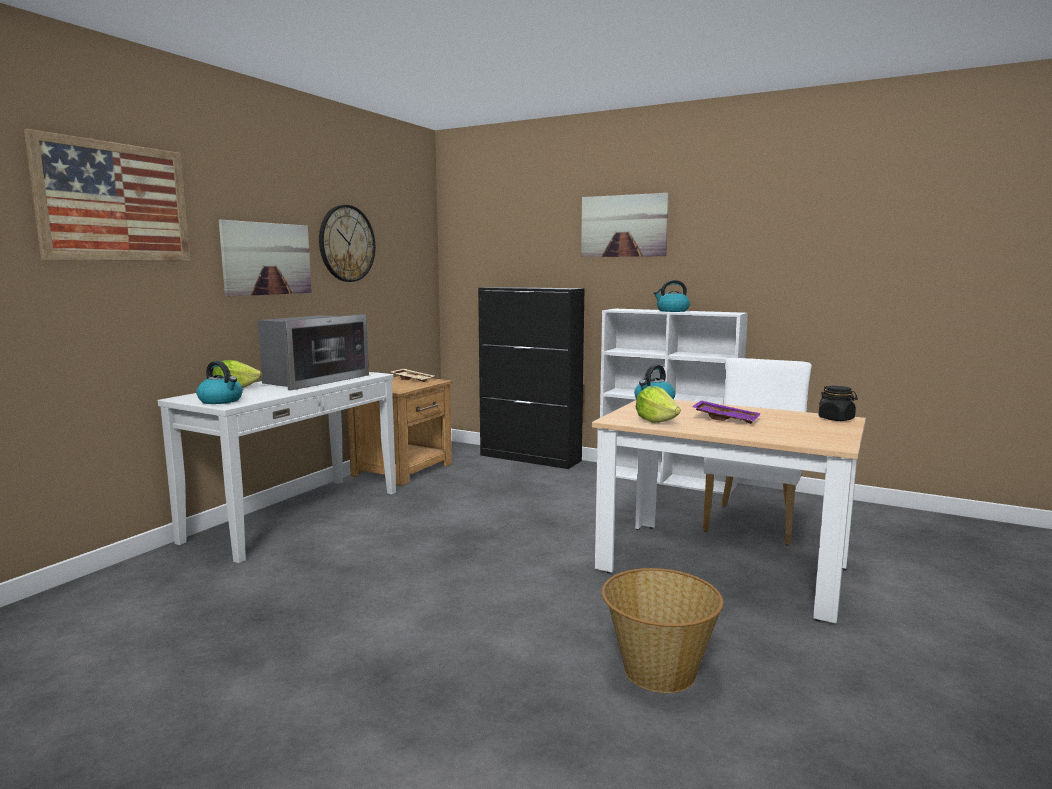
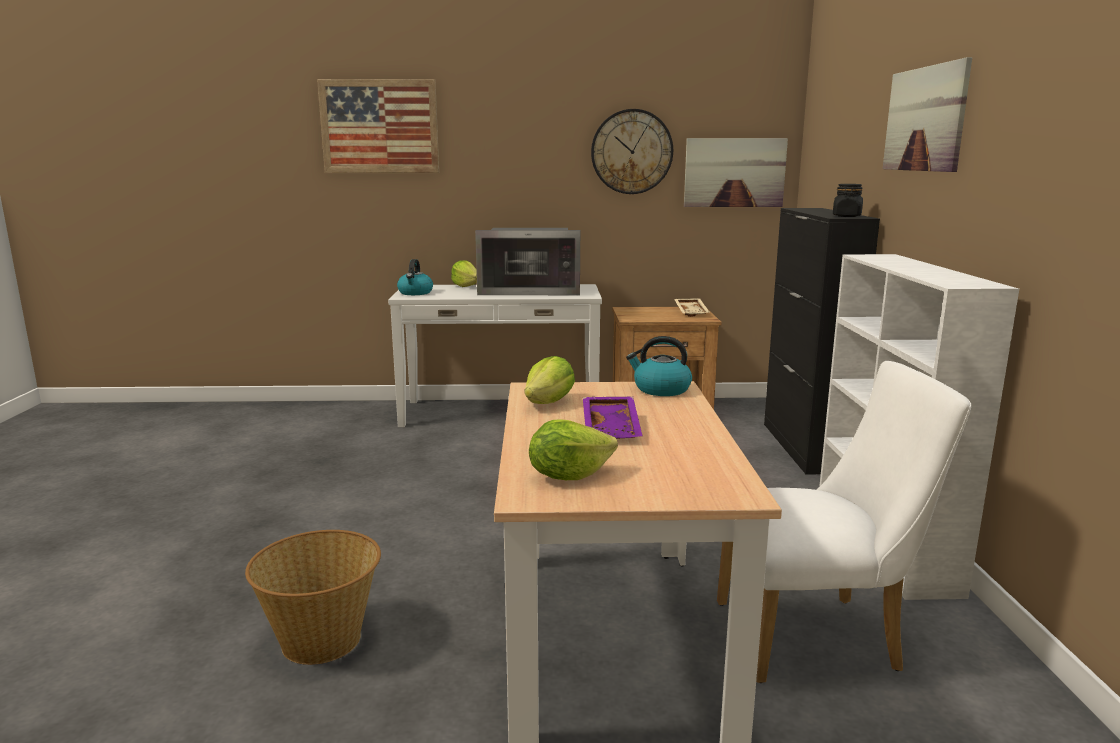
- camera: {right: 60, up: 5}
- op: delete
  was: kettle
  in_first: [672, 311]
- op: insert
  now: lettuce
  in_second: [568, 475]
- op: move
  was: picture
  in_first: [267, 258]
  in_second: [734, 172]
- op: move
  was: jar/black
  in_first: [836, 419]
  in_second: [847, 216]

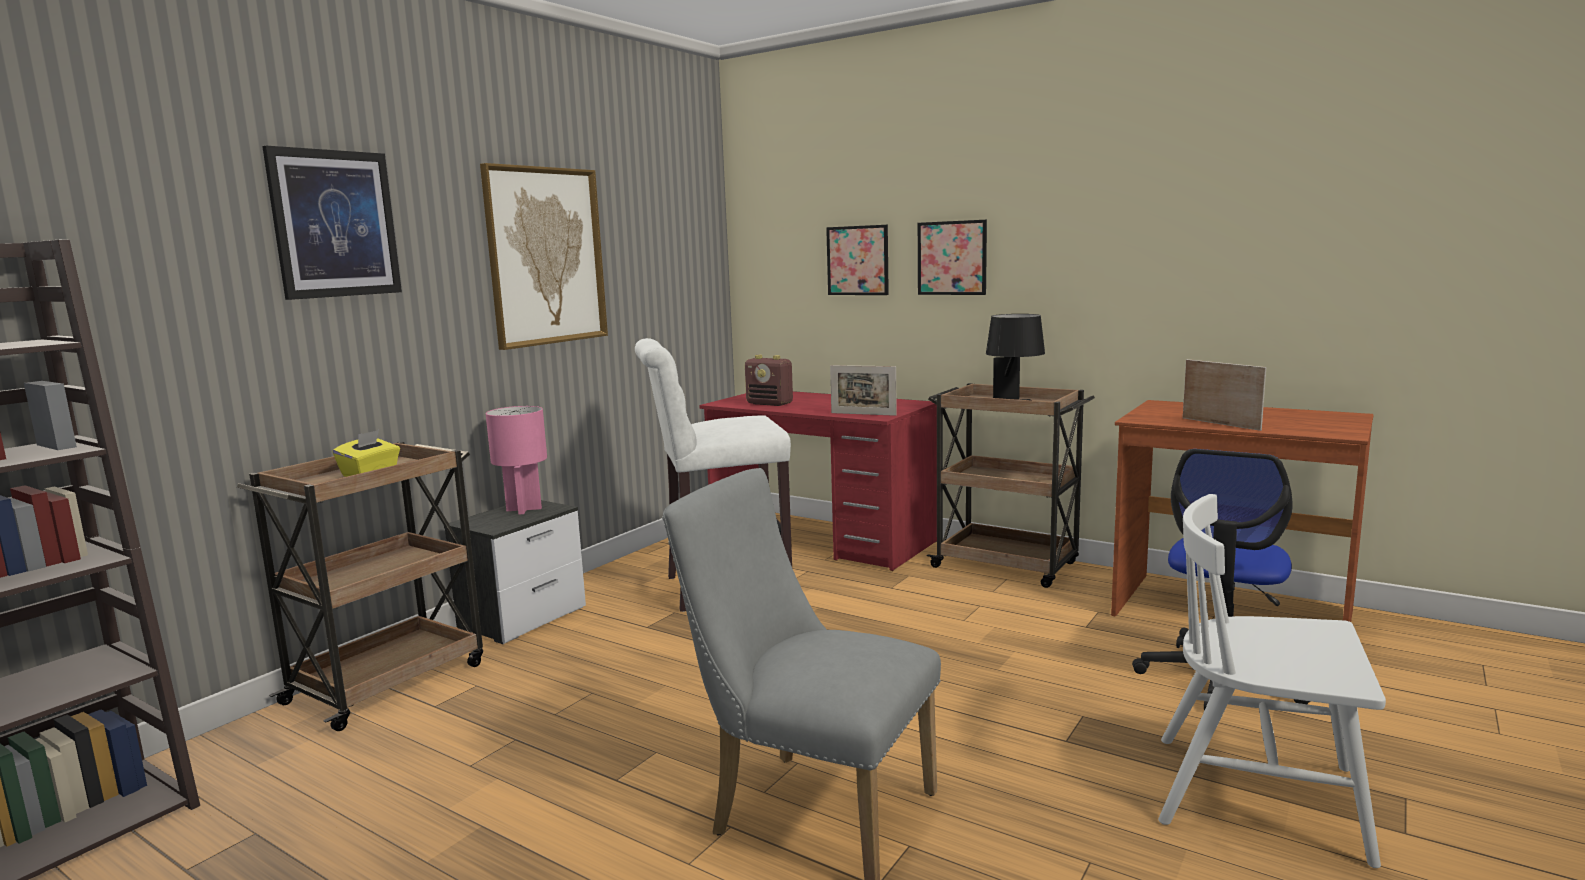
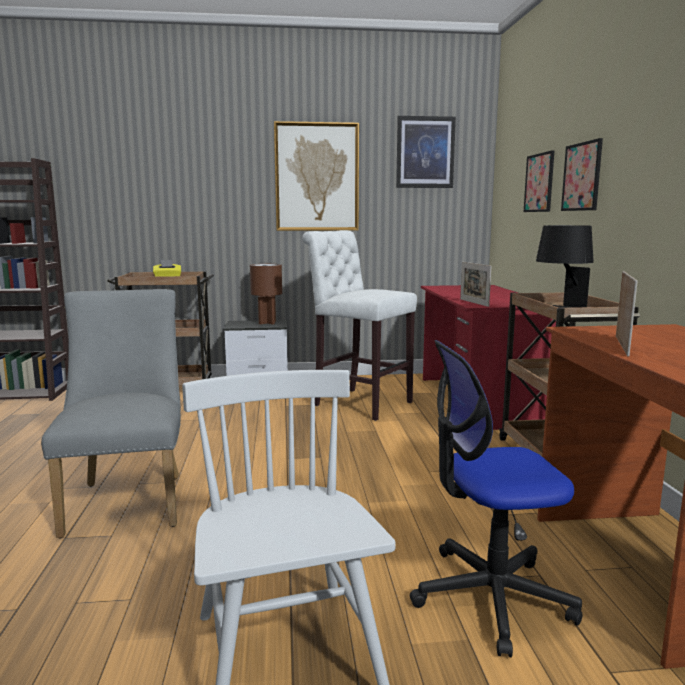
- camera: {right: 50, up: 0}
- op: delete
  was: radio
  in_first: [770, 404]
- op: move
  was: picture
  in_first: [335, 224]
  in_second: [425, 152]
- op: recolor
  was: table lamp/pink
  now: table lamp/brown
  in_first: [524, 509]
  in_second: [267, 323]

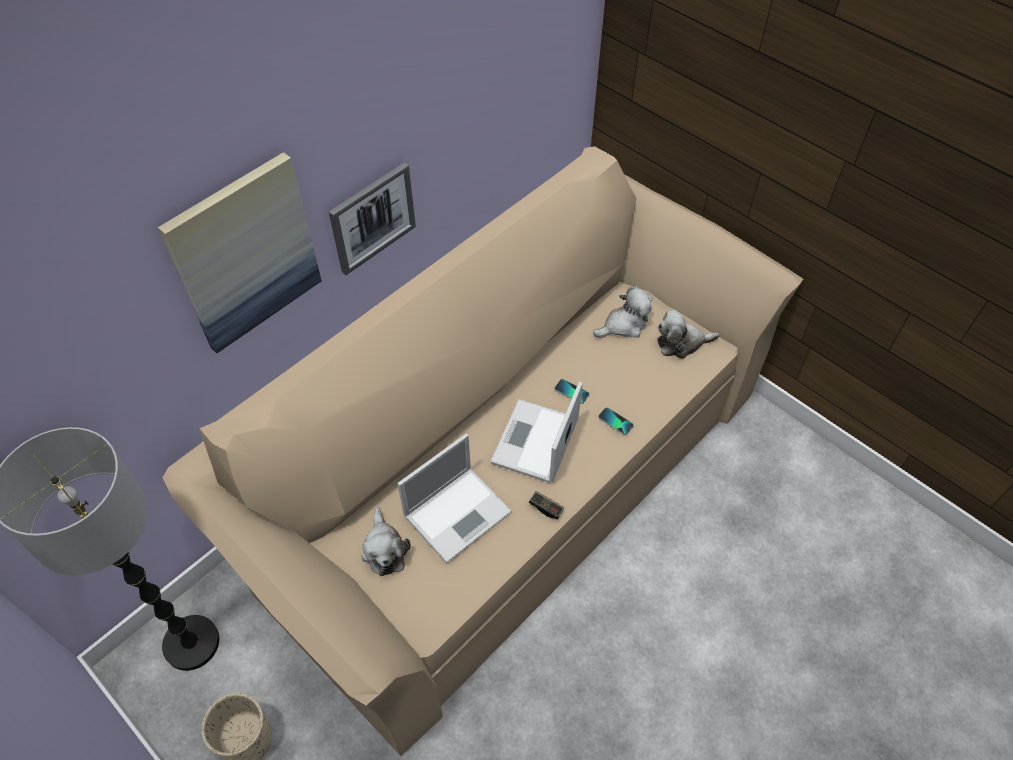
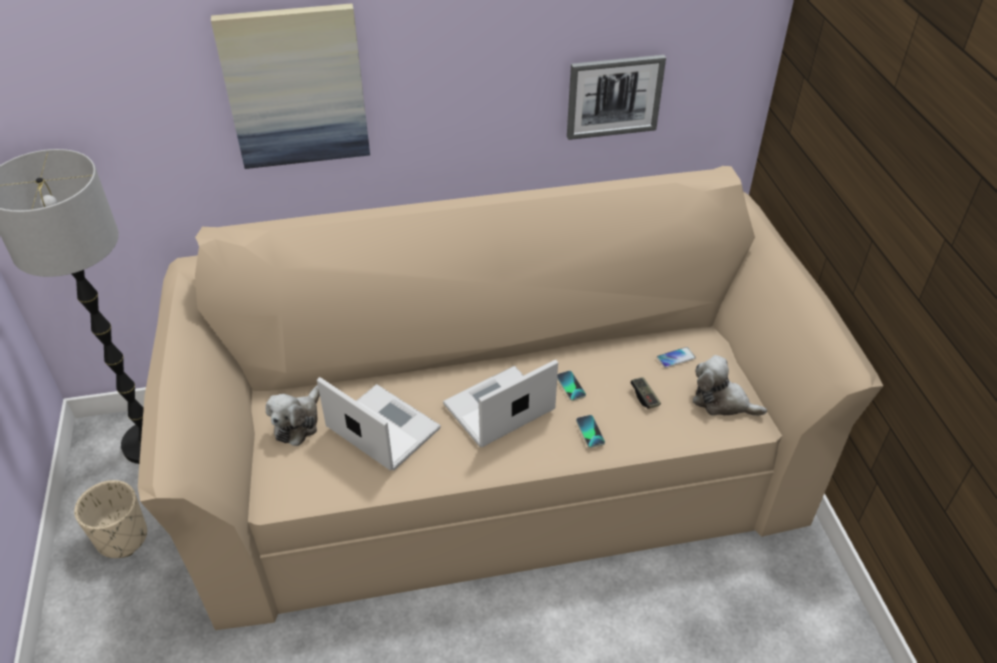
- camera: {right: 35, up: -10}
- op: move
  was: picture
  in_first: [372, 218]
  in_second: [614, 96]
- op: move
  was: game controller
  in_first: [546, 507]
  in_second: [644, 397]
- op: replace
  was: plush toy
  now: phone
  in_first: [624, 325]
  in_second: [676, 358]
- op: rotate
  was: laptop
  in_first: [459, 512]
  in_second: [381, 427]
  clockwise: -135

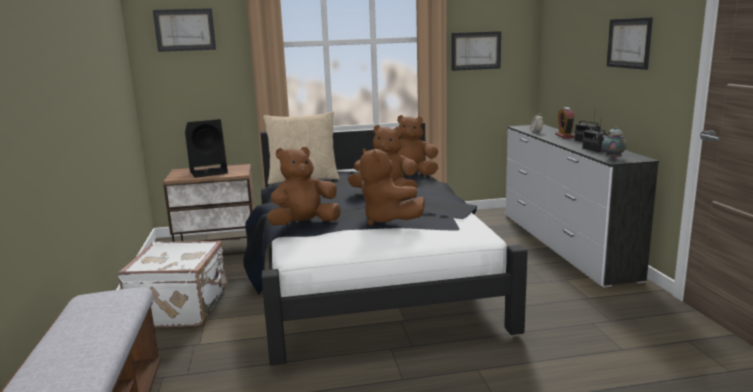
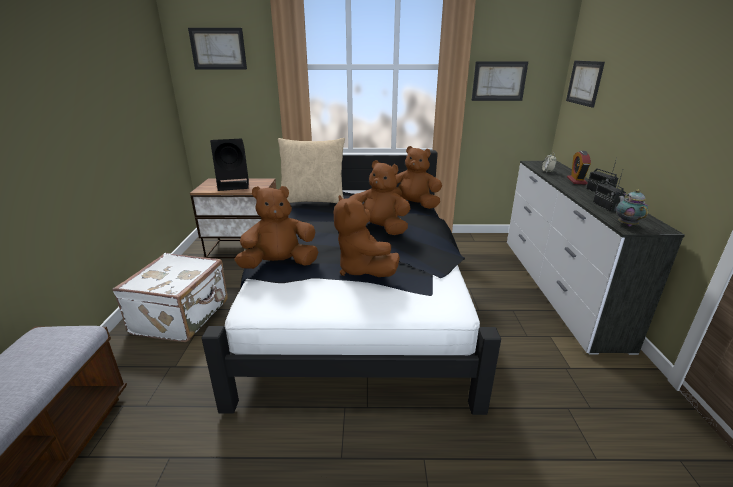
- camera: {right: 10, up: 10}
- op: move
  was: picture
  in_first: [629, 43]
  in_second: [584, 83]

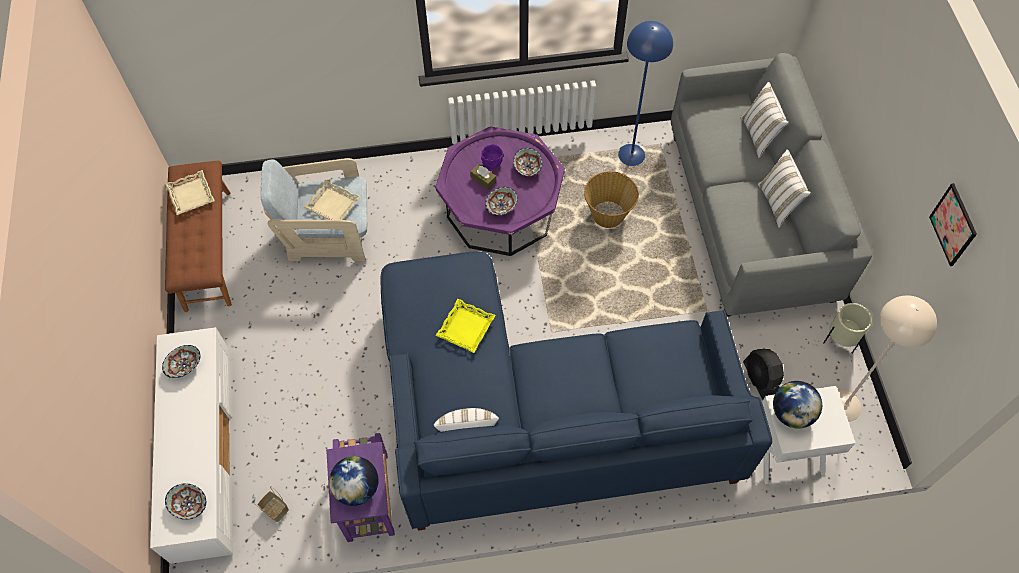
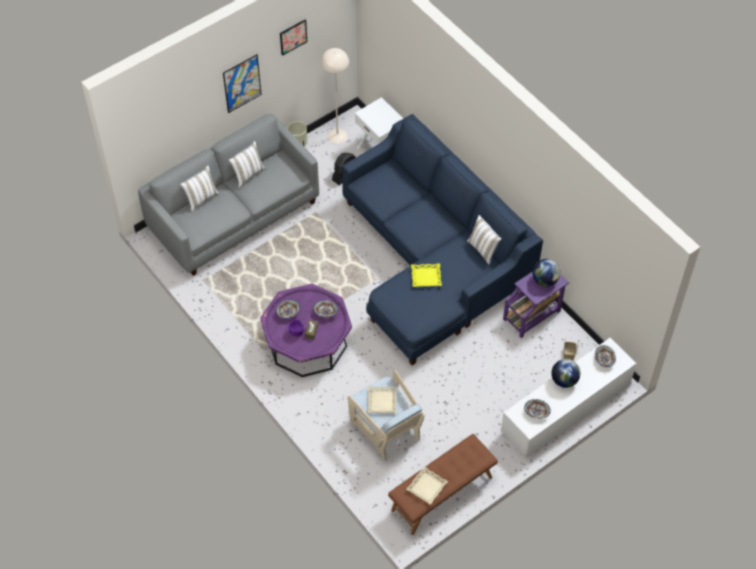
- camera: {right: -120, up: -5}
- op: delete
  was: basket
  in_first: [608, 214]
- op: delete
  was: floor lamp/blue
  in_first: [631, 155]
- op: insert
  now: picture
  in_second: [242, 83]
- op: move
  was: globe
  in_first: [791, 413]
  in_second: [564, 380]

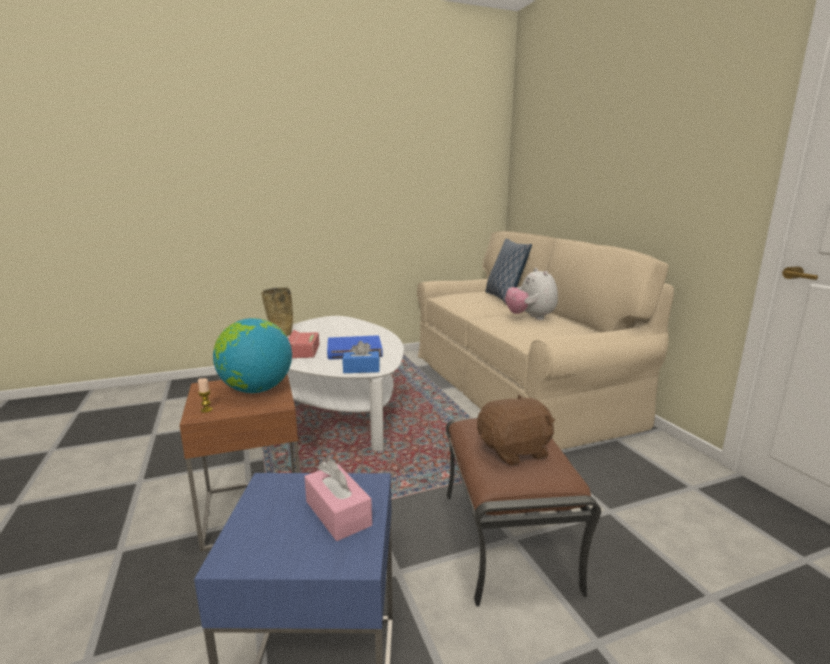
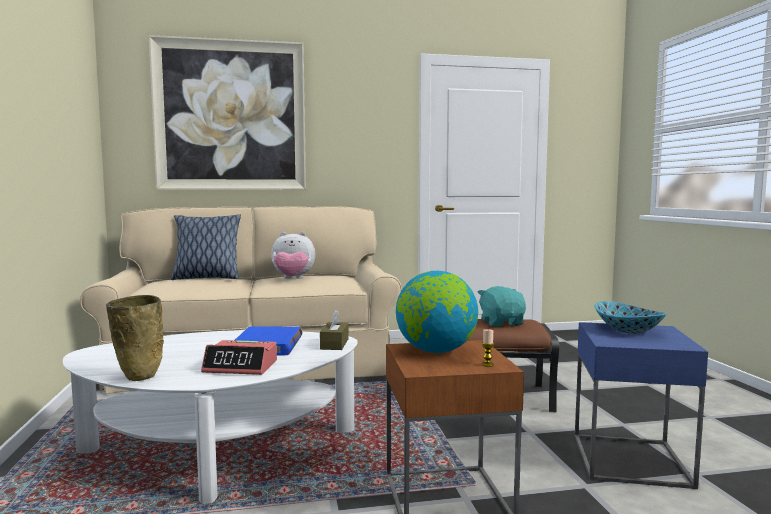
- camera: {right: -80, up: -10}
- op: insert
  now: picture
  in_second: [230, 116]
- op: replace
  was: tissue box/pink
  now: bowl
  in_first: [338, 513]
  in_second: [628, 330]
- op: recolor
  was: tissue box/blue
  now: tissue box/brown
  in_first: [361, 369]
  in_second: [334, 344]
- op: recolor
  was: plush toy/brown
  now: plush toy/turquoise
  in_first: [515, 451]
  in_second: [502, 323]

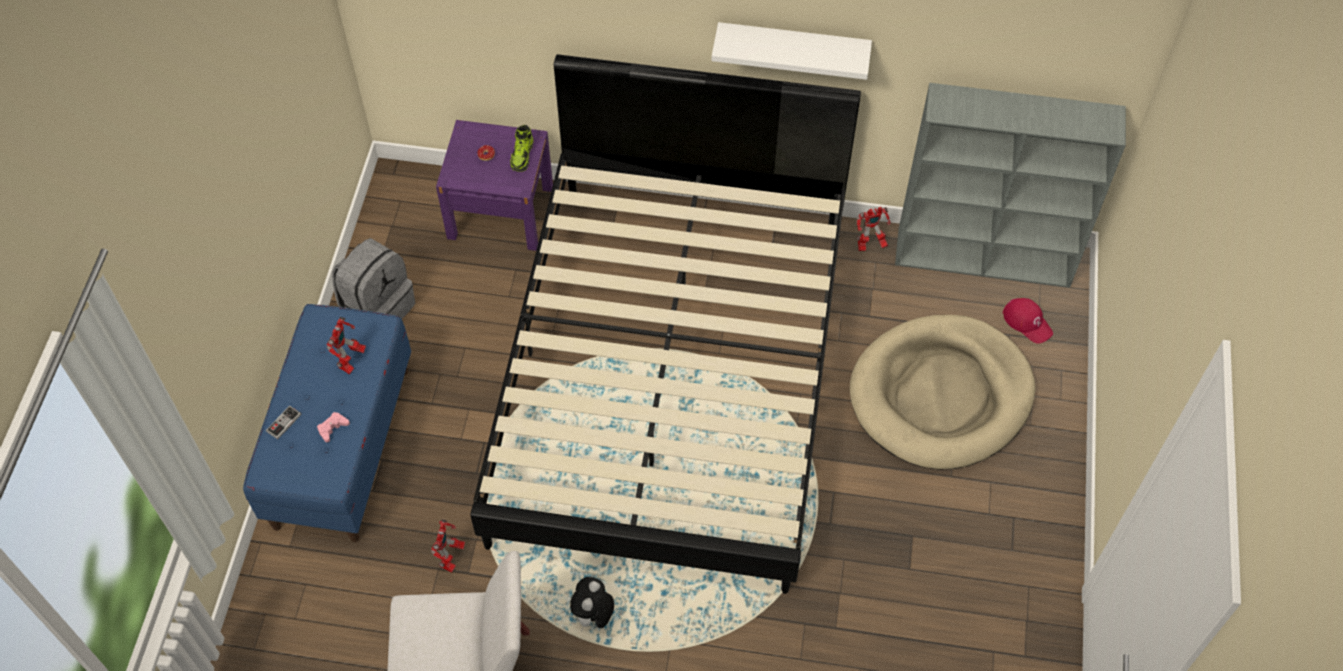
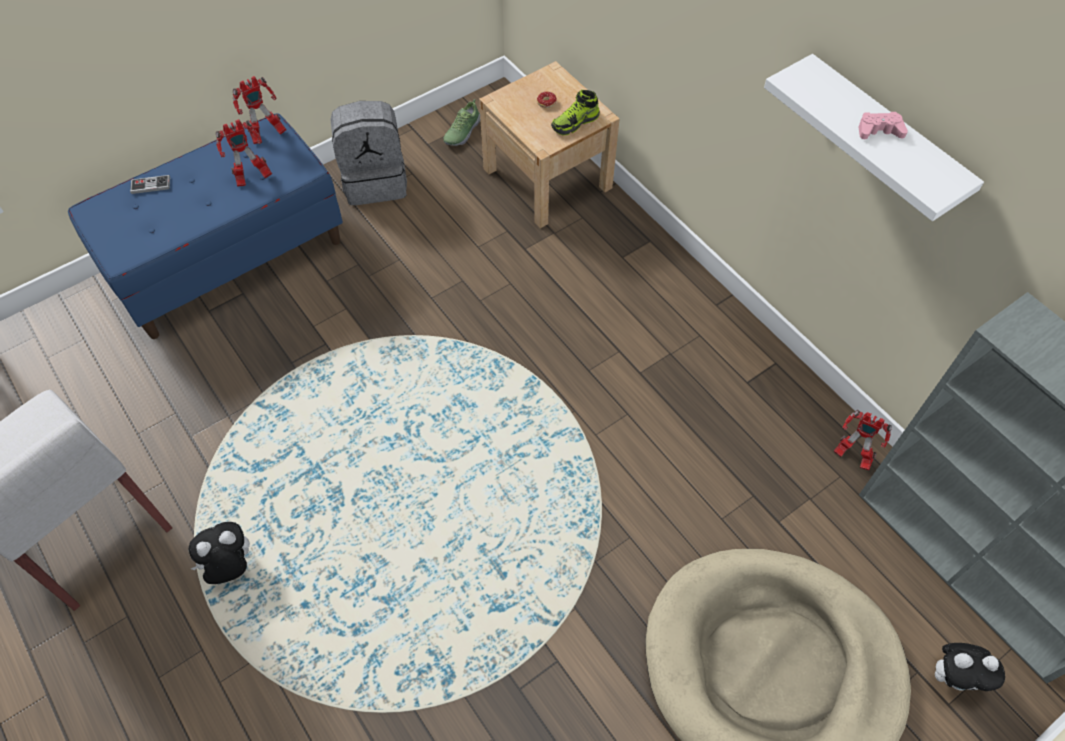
- camera: {right: 45, up: 0}
- op: delete
  was: bed/black
  in_first: [672, 375]
- op: insert
  now: shoe
  in_second: [462, 132]
- op: move
  was: game controller/pink
  in_first: [332, 428]
  in_second: [879, 130]
- op: move
  was: toy robot
  in_first: [451, 558]
  in_second: [266, 135]
- op: replace
  was: cap/red
  now: plush toy
  in_first: [1027, 322]
  in_second: [954, 677]
- op: recolor
  was: nightstand/purple
  now: nightstand/beige
  in_first: [500, 211]
  in_second: [547, 178]

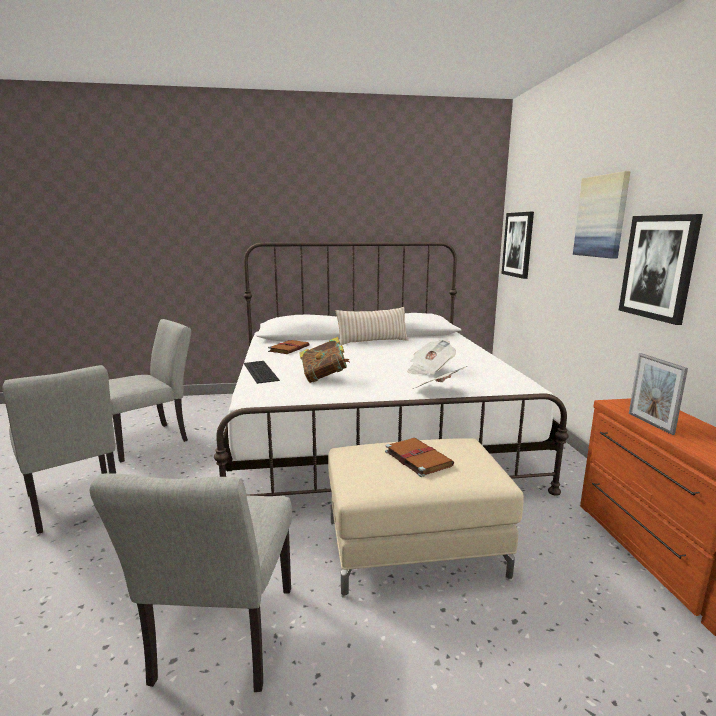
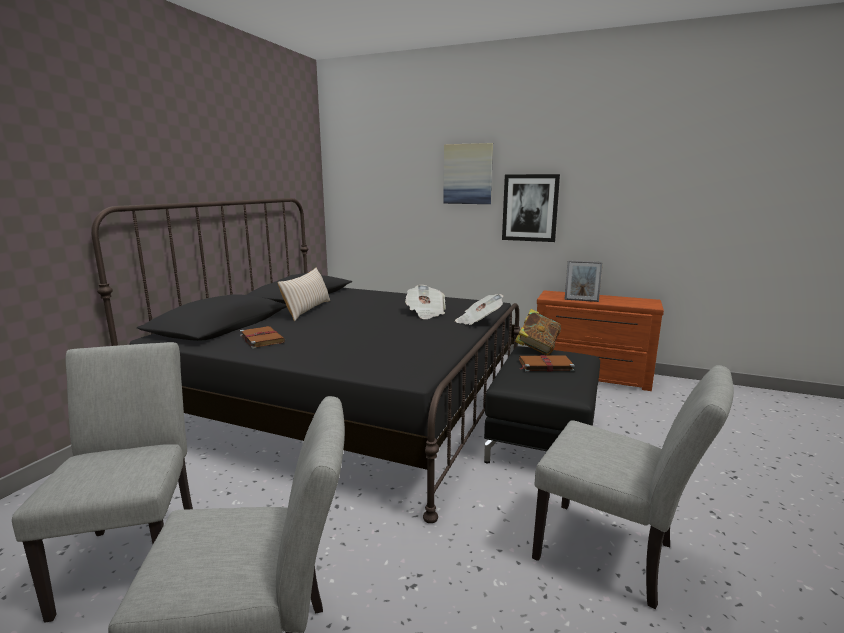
- camera: {right: -60, up: 0}
- op: delete
  was: keyboard
  in_first: [259, 371]
- op: delete
  was: picture
  in_first: [518, 244]
- op: move
  was: book
  in_first: [324, 378]
  in_second: [537, 349]
- op: recolor
  was: bed/white
  now: bed/black
  in_first: [369, 432]
  in_second: [349, 402]
- op: recolor
  was: ottoman/beige
  now: ottoman/black
  in_first: [414, 547]
  in_second: [541, 438]

